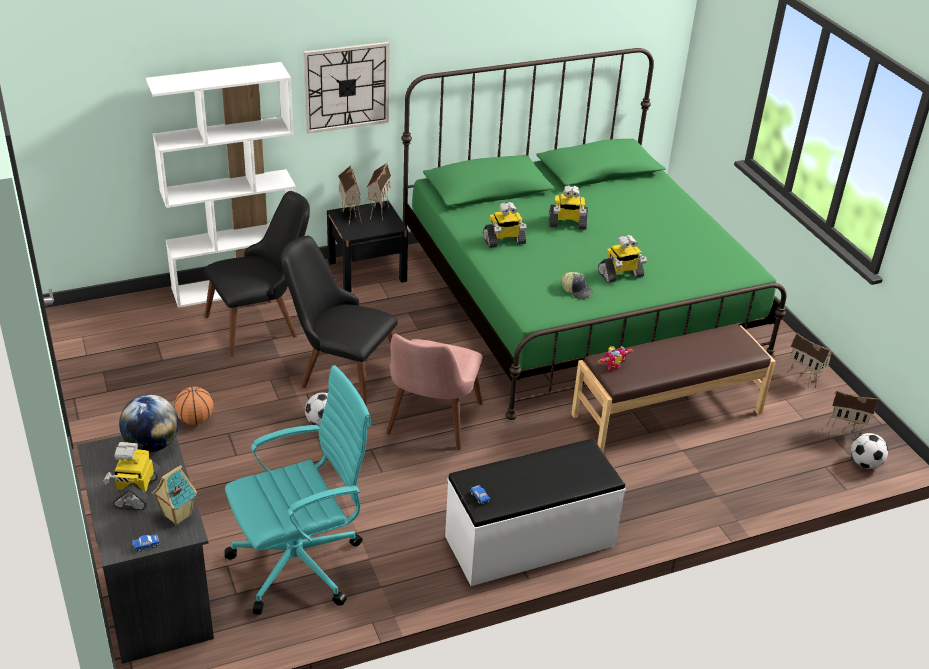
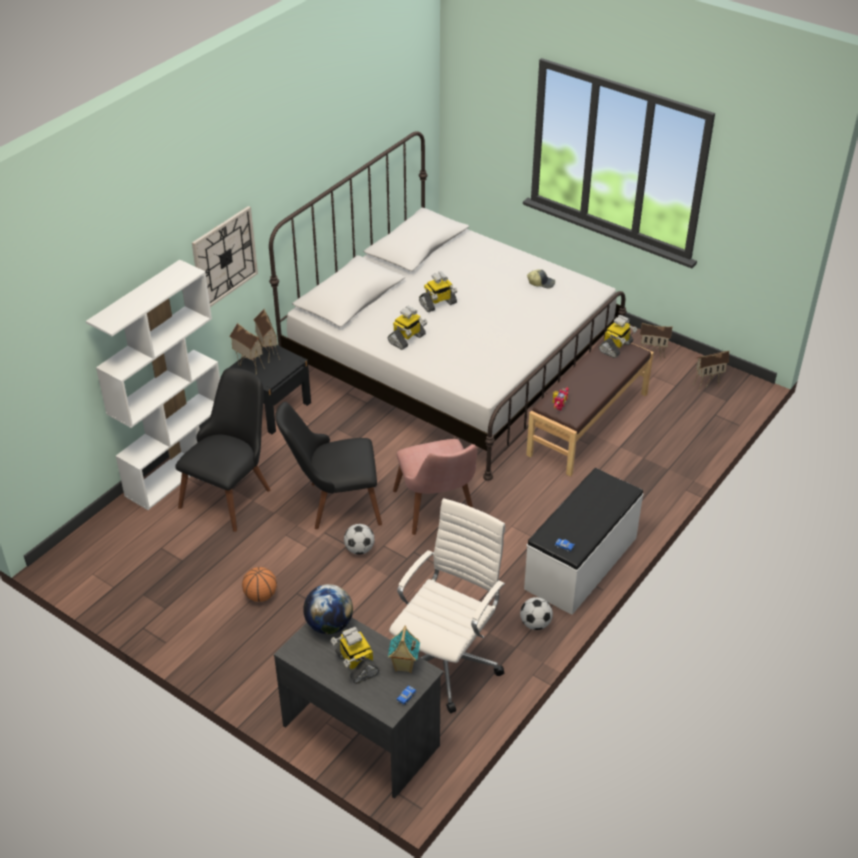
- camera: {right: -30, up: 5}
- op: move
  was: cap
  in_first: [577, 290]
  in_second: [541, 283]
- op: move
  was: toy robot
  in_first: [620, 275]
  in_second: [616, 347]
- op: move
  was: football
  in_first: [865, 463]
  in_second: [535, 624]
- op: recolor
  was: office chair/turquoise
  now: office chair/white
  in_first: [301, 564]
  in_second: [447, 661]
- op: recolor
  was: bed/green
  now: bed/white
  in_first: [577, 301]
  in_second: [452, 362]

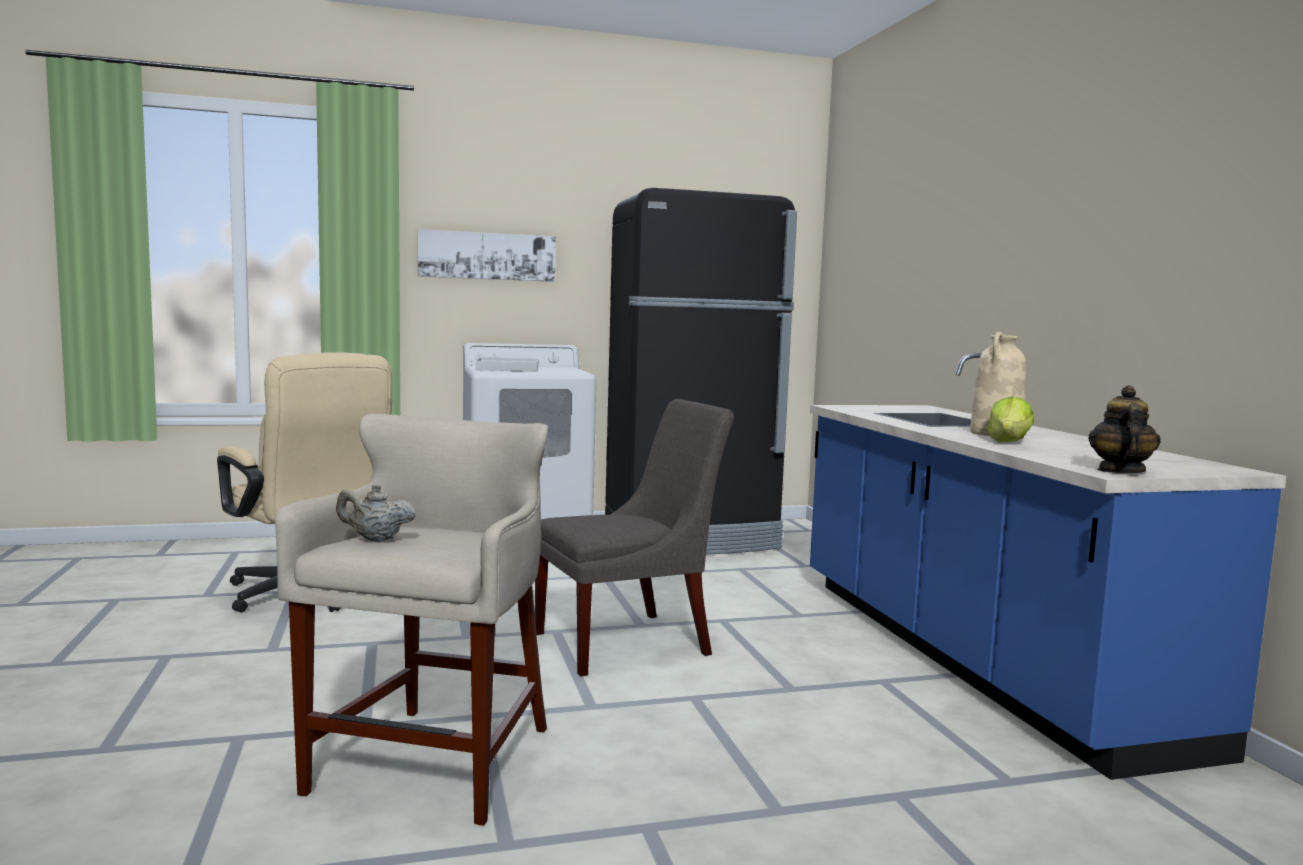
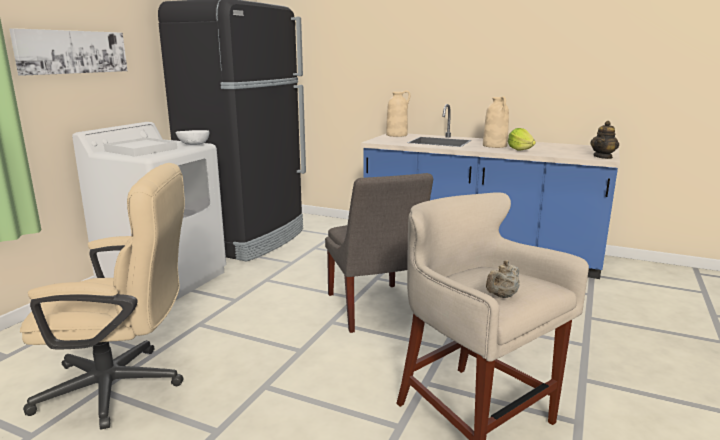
- camera: {right: -50, up: 10}
- op: insert
  now: bowl/white
  in_second: [194, 144]
- op: insert
  now: vase/beige
  in_second: [397, 135]
- op: rotate
  was: chair/grey
  in_first: [629, 642]
  in_second: [374, 309]
  clockwise: 150
- op: rotate
  was: teapot
  in_first: [1120, 471]
  in_second: [603, 157]
  clockwise: -105

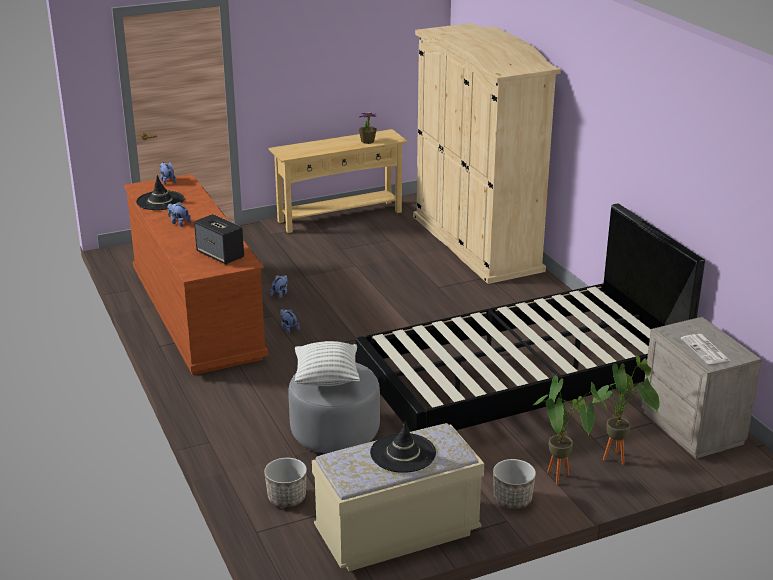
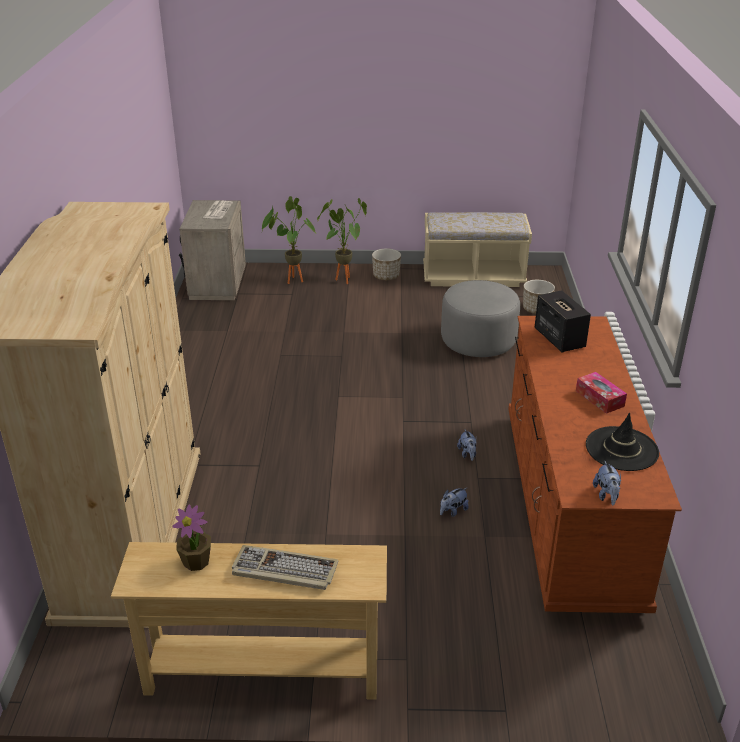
- camera: {right: -155, up: 5}
- op: delete
  was: pillow
  in_first: [327, 379]
- op: delete
  was: bed/black
  in_first: [521, 386]
- op: delete
  was: hat/black
  in_first: [403, 453]
- op: insert
  now: keyboard
  in_second: [283, 570]
- op: replace
  was: plush toy
  now: tissue box
  in_first: [179, 223]
  in_second: [599, 398]

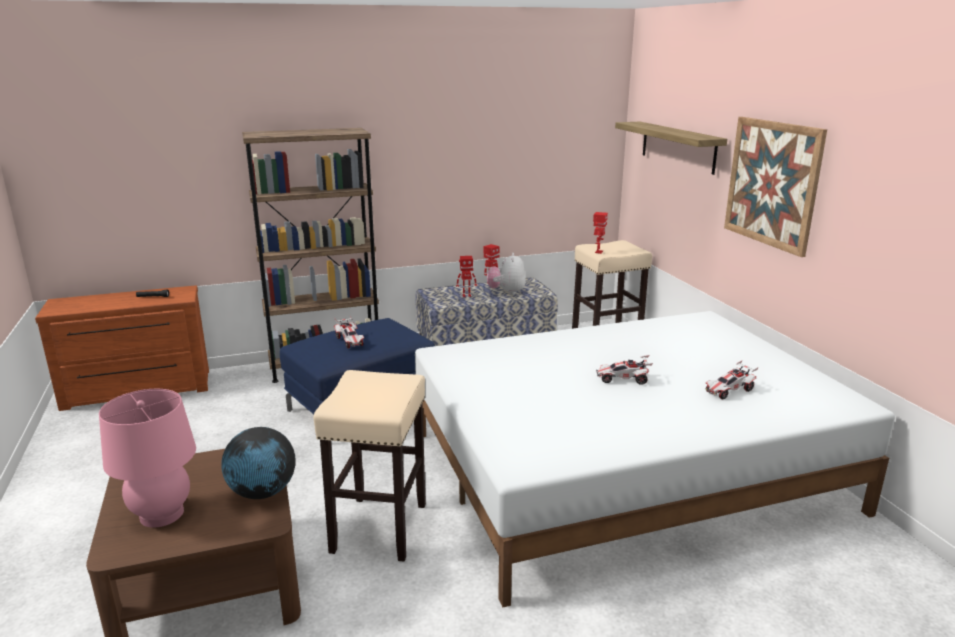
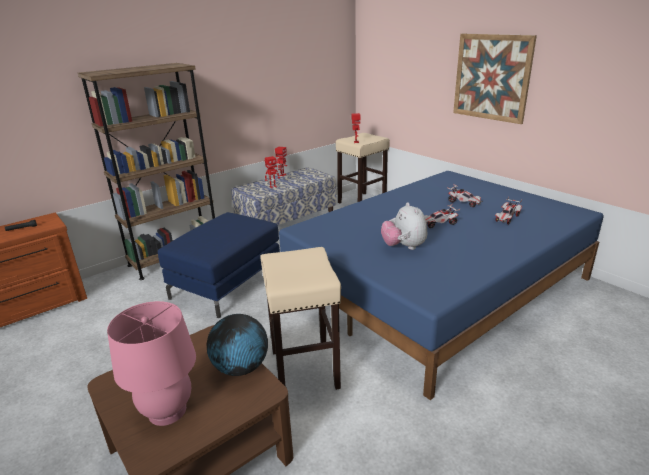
- camera: {right: -20, up: 5}
- op: delete
  was: shelf
  in_first: [677, 146]
- op: move
  was: toy car
  in_first: [350, 341]
  in_second: [464, 202]
- op: move
  was: plush toy
  in_first: [506, 292]
  in_second: [404, 247]
- op: recolor
  was: bed/white
  now: bed/blue
  in_first: [625, 471]
  in_second: [437, 286]

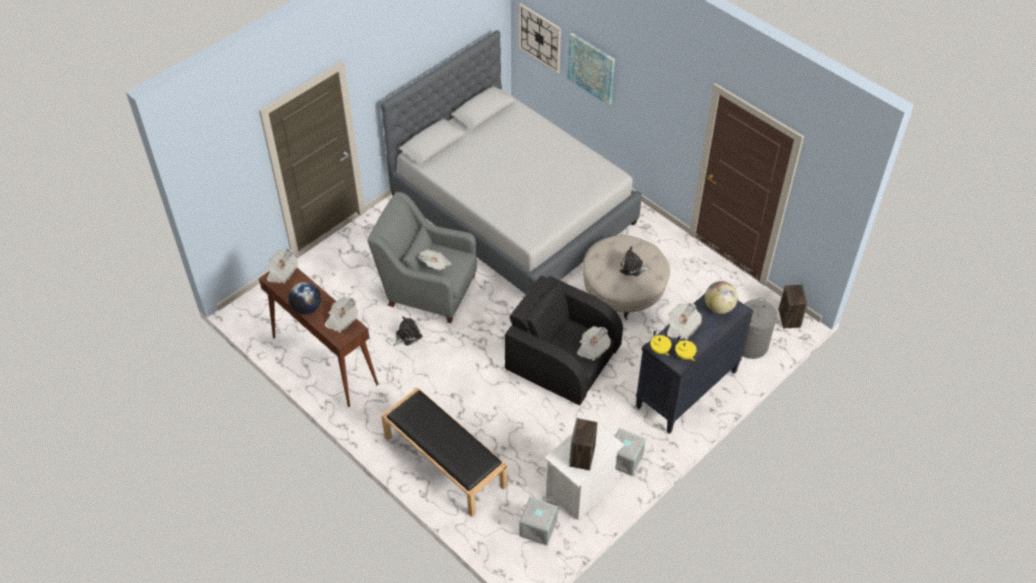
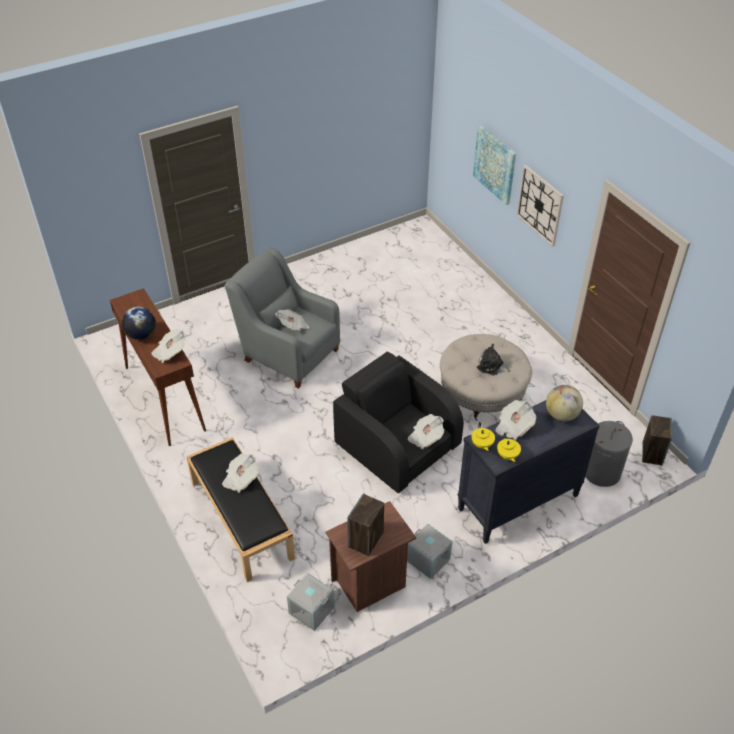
- camera: {right: 15, up: -5}
- op: delete
  was: bed/grey
  in_first: [513, 210]
- op: delete
  was: plush toy
  in_first: [407, 335]
- op: move
  was: newspaper
  in_first: [282, 272]
  in_second: [240, 479]
- op: move
  was: wall clock
  in_first: [540, 38]
  in_second: [540, 205]
- op: recolor
  was: nightstand/white
  now: nightstand/brown
  in_first: [581, 492]
  in_second: [370, 583]

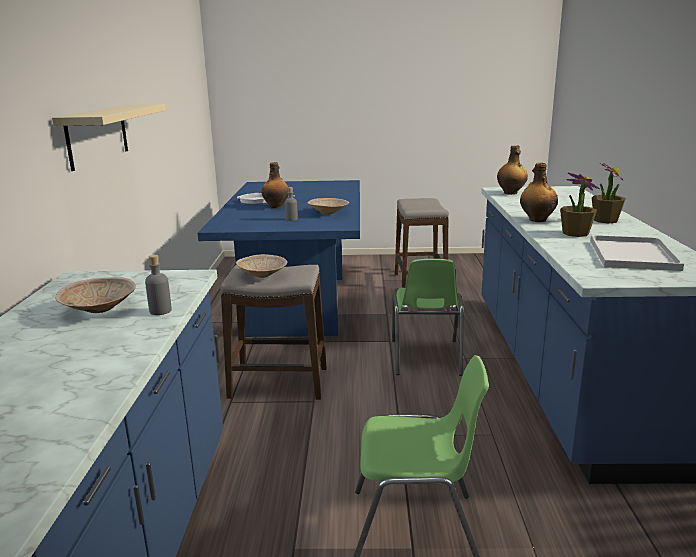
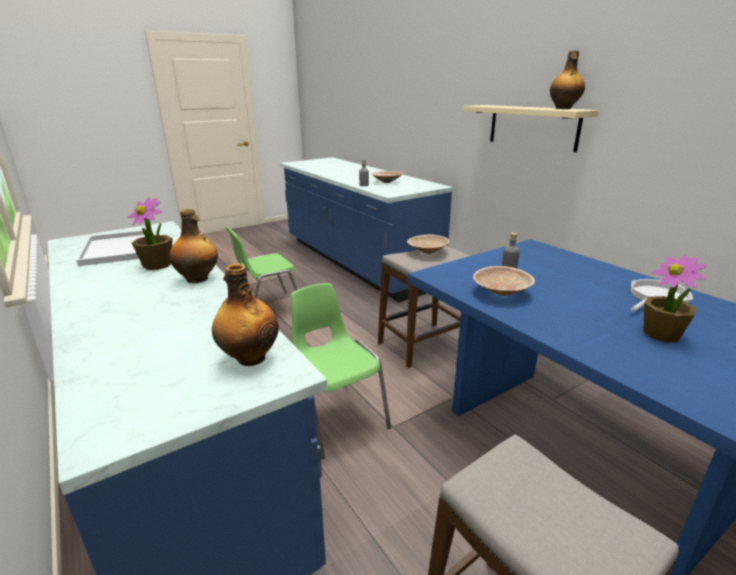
- camera: {right: 145, up: 5}
- op: move
  was: bottle
  in_first: [276, 207]
  in_second: [563, 108]
- op: move
  was: potted plant
  in_first: [605, 220]
  in_second: [662, 334]

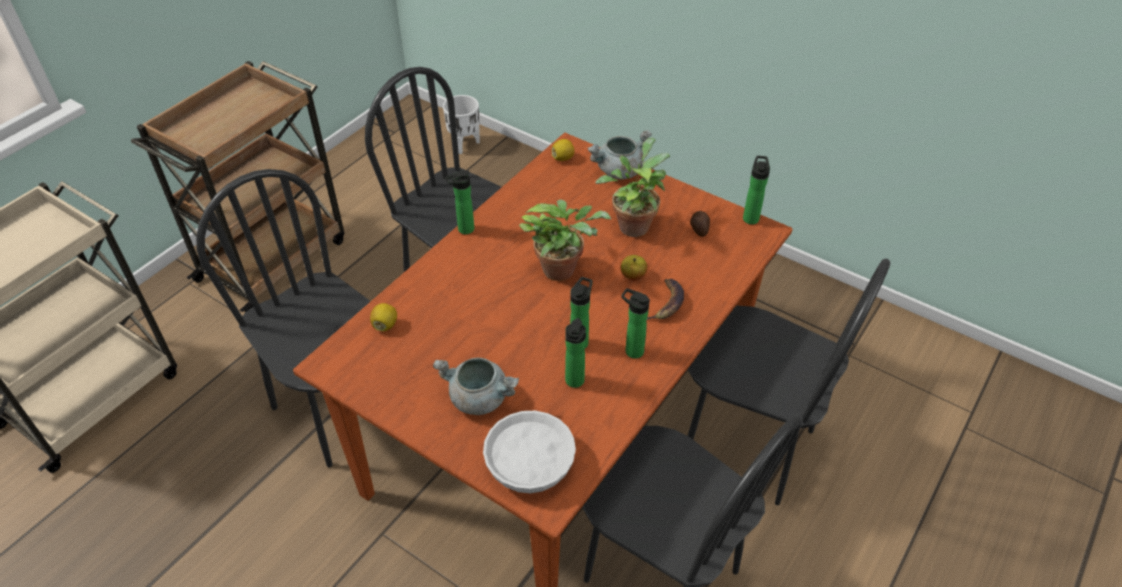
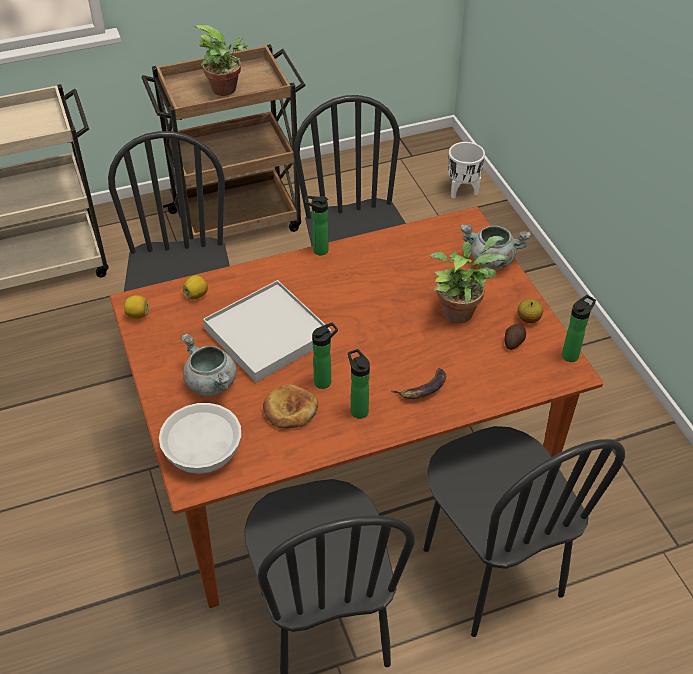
- camera: {right: 35, up: 0}
- op: insert
  now: tray/white
  in_second: [267, 334]
- op: move
  was: potted plant
  in_first: [563, 269]
  in_second: [227, 90]
- op: move
  was: lemon
  in_first: [563, 158]
  in_second: [138, 314]
- op: move
  was: apple
  in_first: [633, 276]
  in_second: [528, 319]
- op: replace
  was: bottle
  now: bread
  in_first: [574, 383]
  in_second: [290, 410]

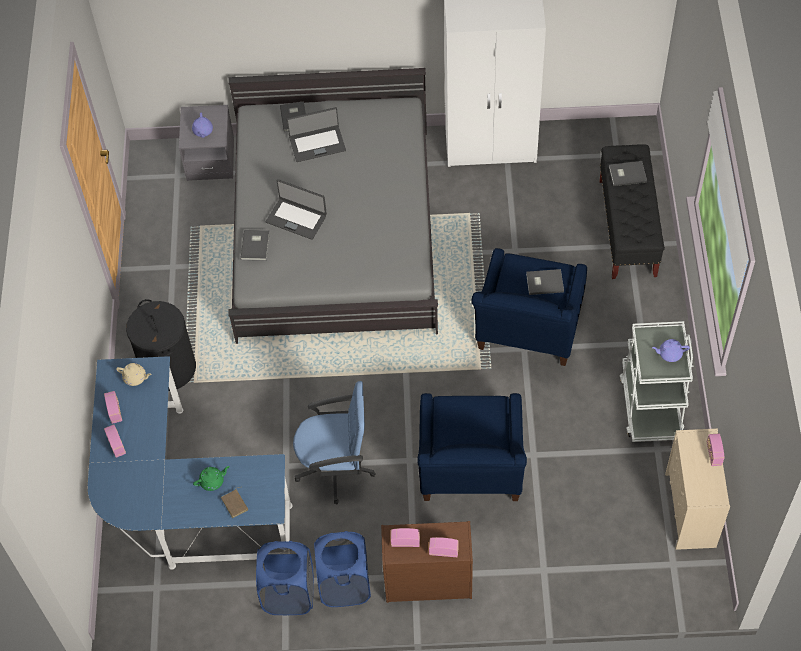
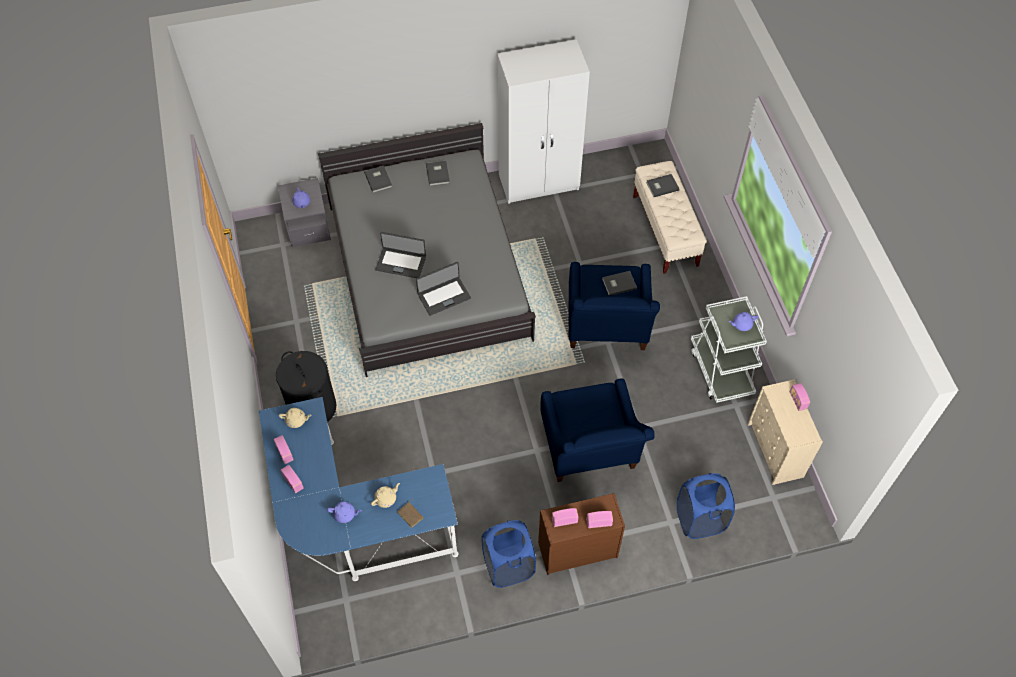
- camera: {right: -15, up: 0}
- op: delete
  was: office chair/blue
  in_first: [336, 467]
- op: insert
  now: teapot/purple
  in_second: [345, 514]
- op: move
  was: book/grey
  in_first: [256, 245]
  in_second: [438, 173]
- op: move
  was: laundry basket/blue
  in_first: [289, 594]
  in_second: [700, 519]
- op: move
  was: laptop
  in_first: [317, 144]
  in_second: [444, 296]
- op: recolor
  was: teapot/green
  now: teapot/beige
  in_first: [212, 481]
  in_second: [386, 498]
- op: recolor
  was: bench/black
  now: bench/beige
  in_first: [627, 228]
  in_second: [665, 231]

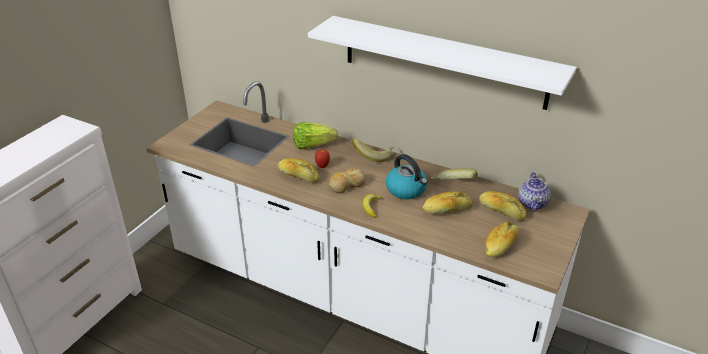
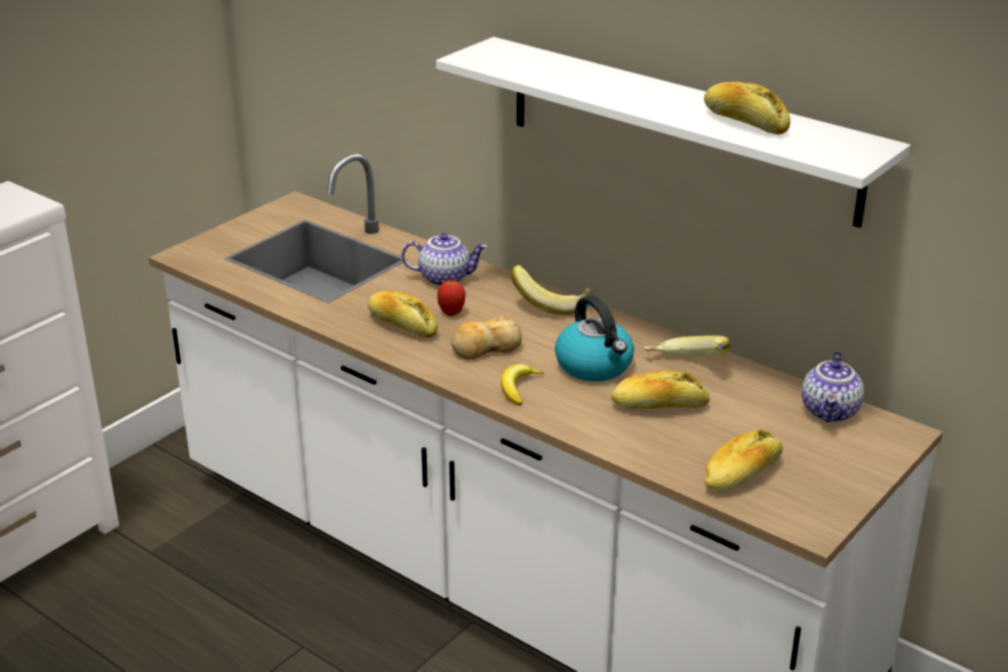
- camera: {right: 10, up: -5}
- op: move
  was: bread
  in_first: [501, 211]
  in_second: [744, 122]
- op: replace
  was: lettuce
  now: teapot
  in_first: [312, 145]
  in_second: [445, 278]

